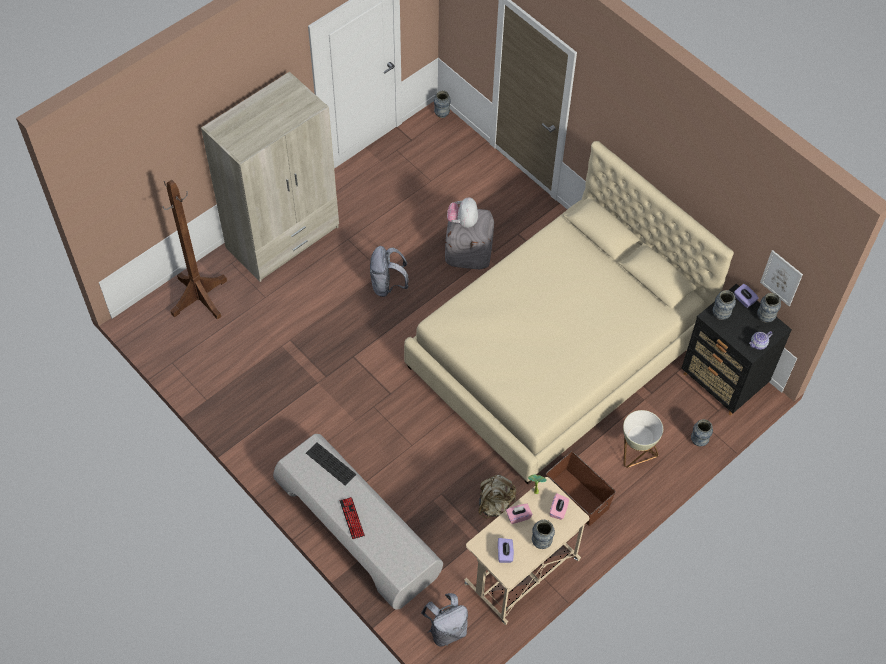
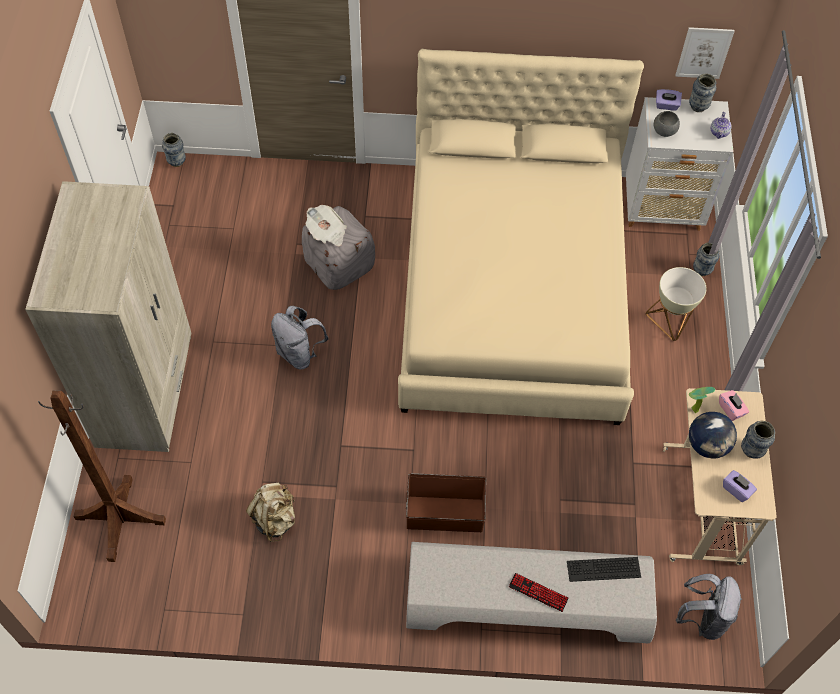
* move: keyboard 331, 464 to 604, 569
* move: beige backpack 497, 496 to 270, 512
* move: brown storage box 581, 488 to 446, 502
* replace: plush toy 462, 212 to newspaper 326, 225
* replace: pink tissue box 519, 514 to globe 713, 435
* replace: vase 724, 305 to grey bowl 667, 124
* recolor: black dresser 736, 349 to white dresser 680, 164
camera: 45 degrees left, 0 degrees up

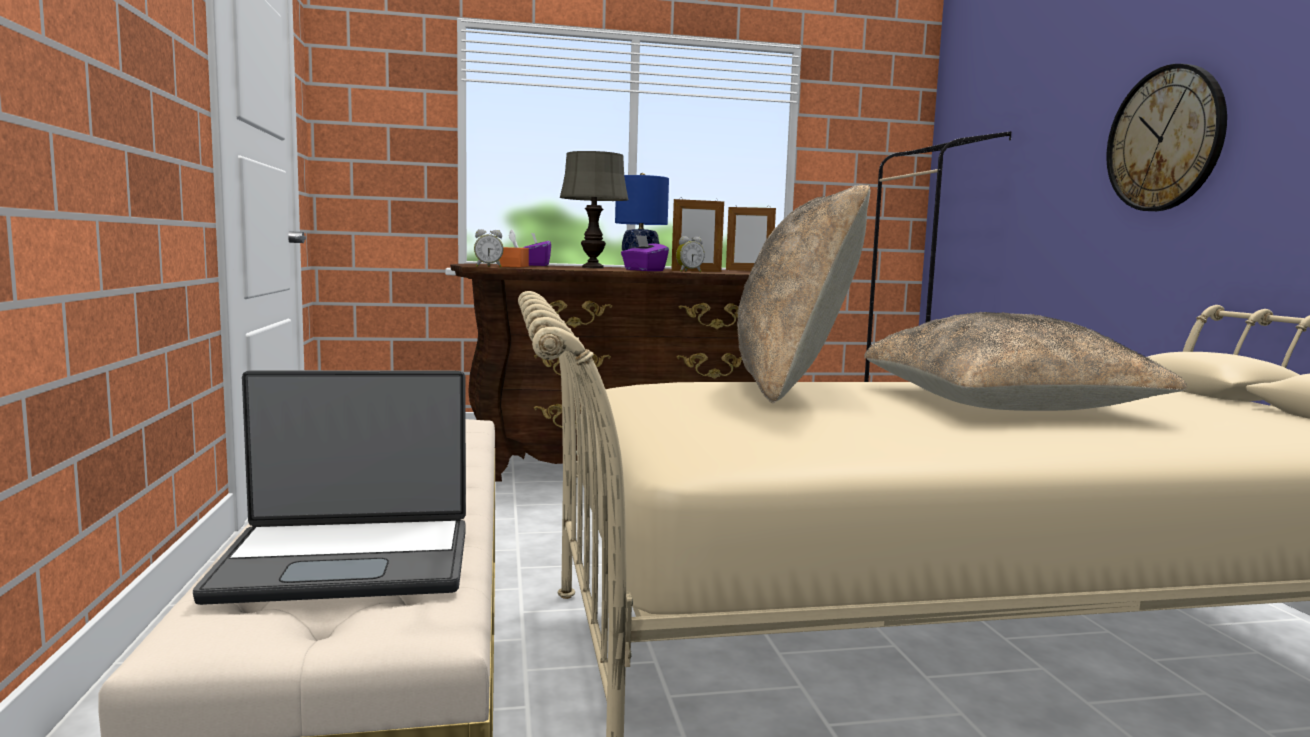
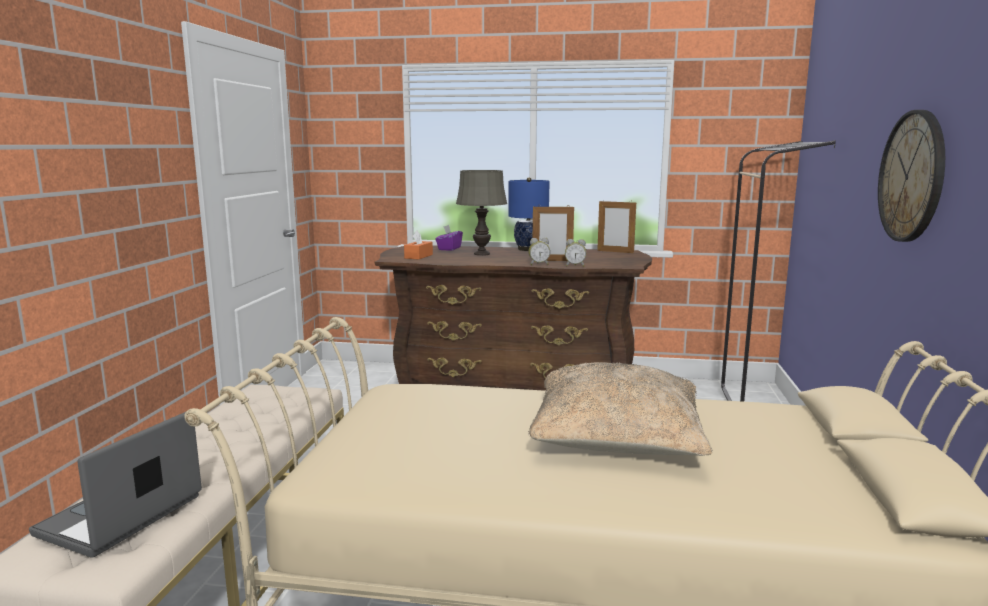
* delete: purple tissue box 645, 253
* delete: beige pillow 804, 294
* move: alarm clock 489, 248 to 575, 253
* rotate: laptop 329, 487 = 115, 485 105 degrees clockwise
camera: 20 degrees right, 5 degrees up

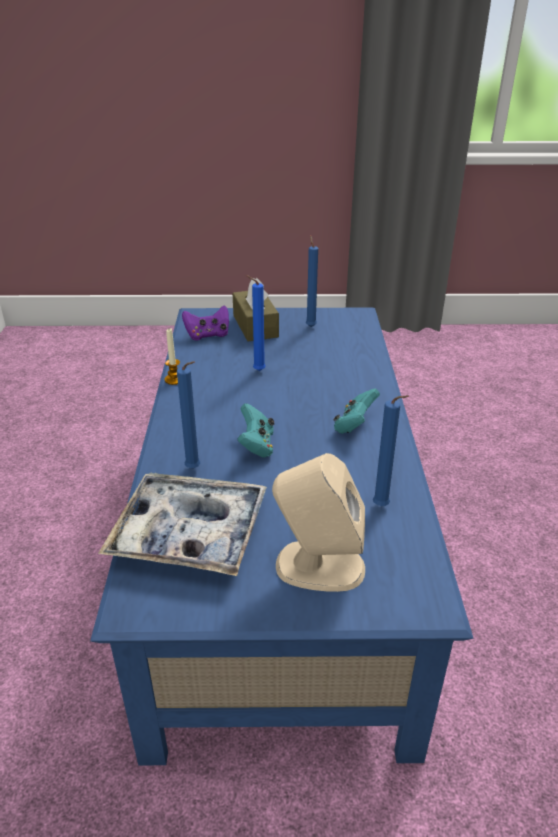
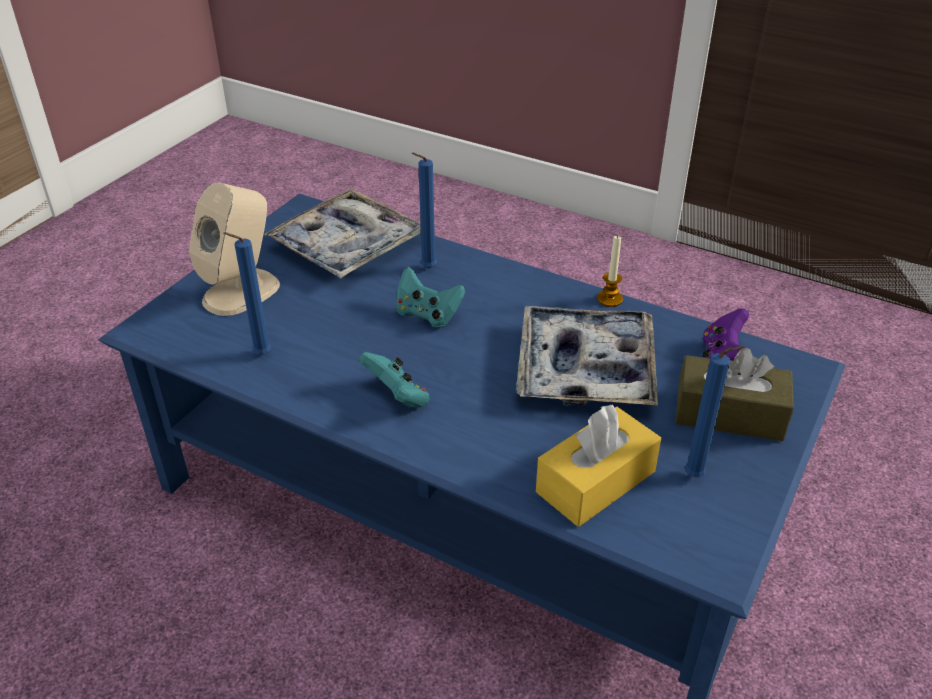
* insert: yellow tissue box 598, 466
* replace: blue candle 256, 323 to tray 587, 355
camera: 120 degrees right, 5 degrees up

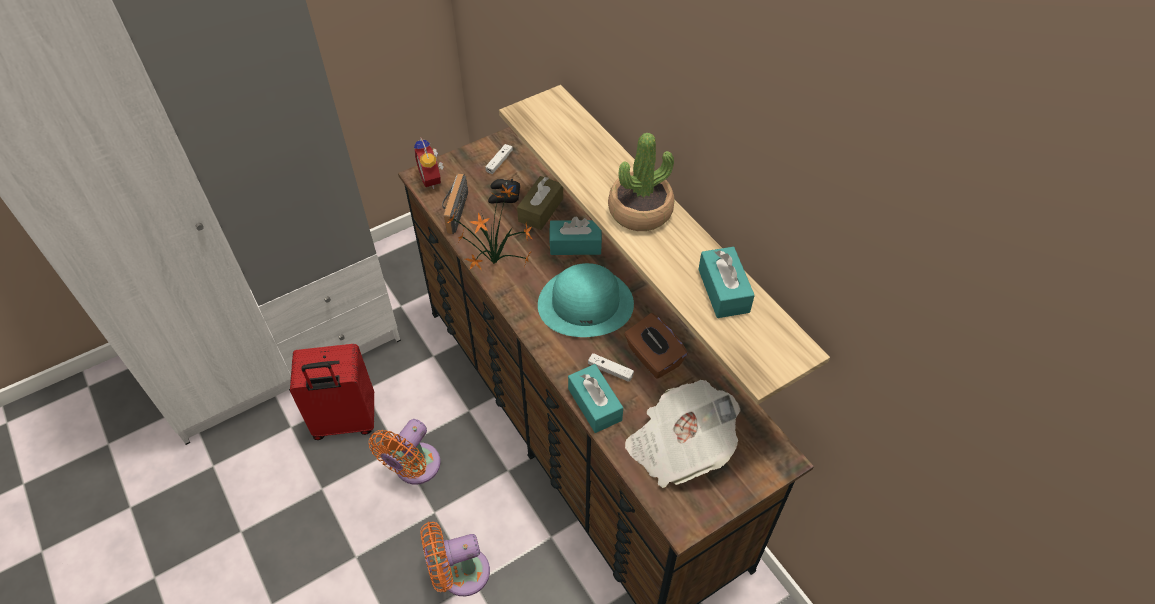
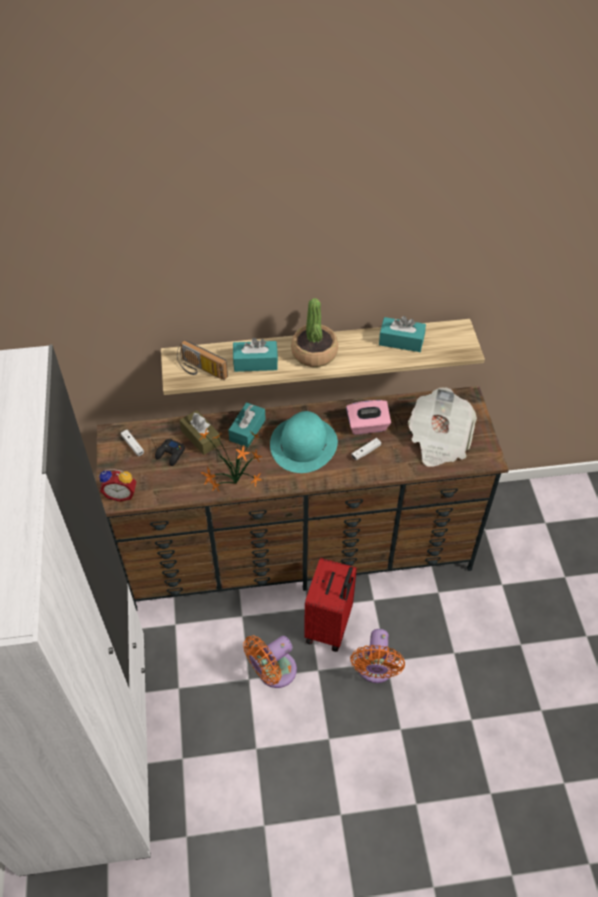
* move: red suitcase 332, 392 to 330, 605
* move: radio 455, 203 to 202, 360
* move: turquoise tissue box 595, 398 to 255, 355
* recolor: brown tissue box 656, 346 to pink tissue box 368, 417
* rotate: orange fan 405, 451 = 270, 661 90 degrees clockwise
camera: 65 degrees left, 0 degrees up

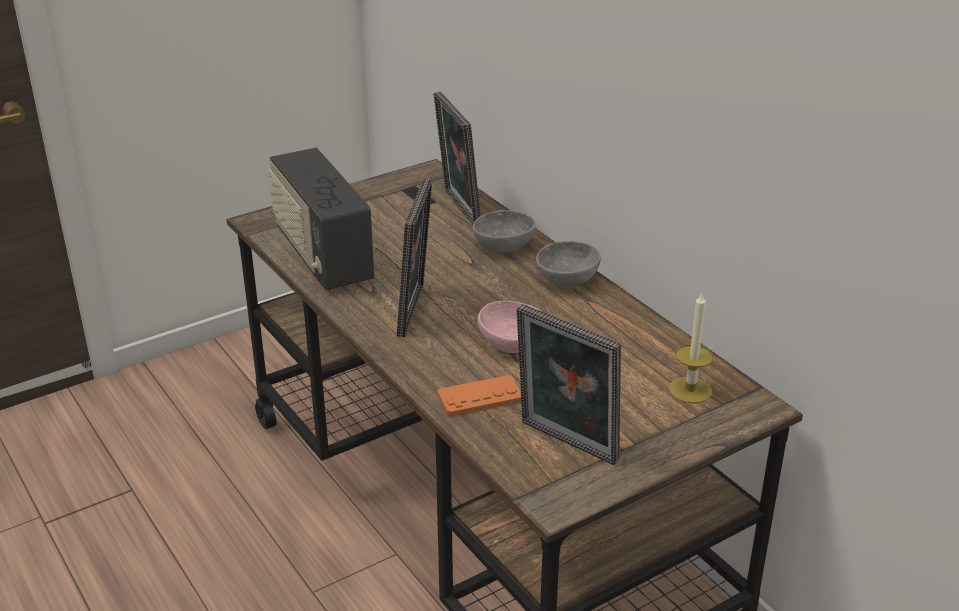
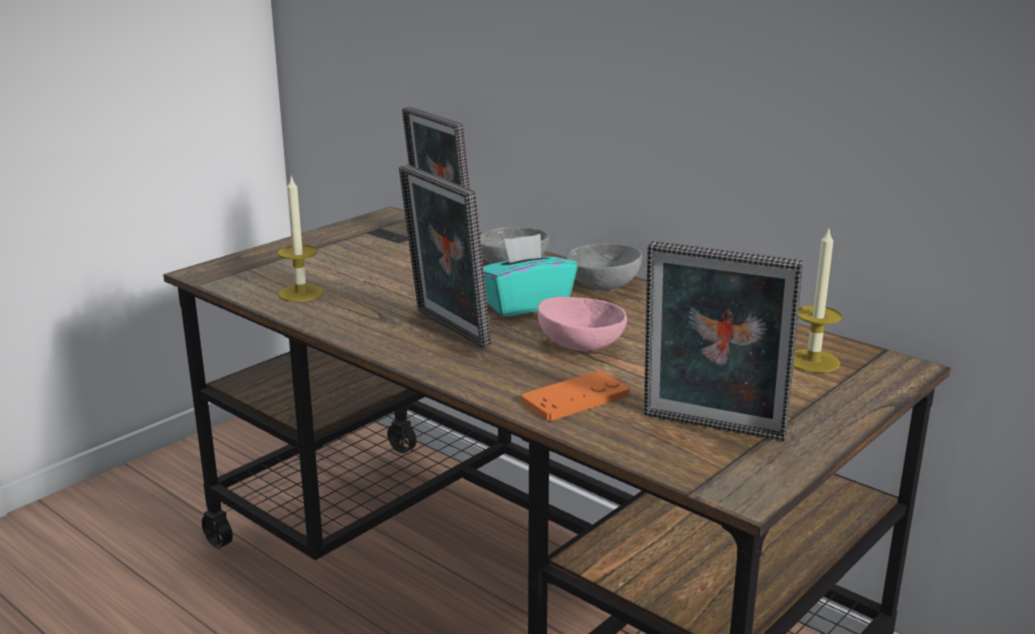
* insert: turquoise tissue box 530, 275
* replace: radio 321, 218 to candle 301, 238
* rotate: picture frame 415, 257 = 445, 256 150 degrees clockwise
camera: 15 degrees left, 10 degrees down

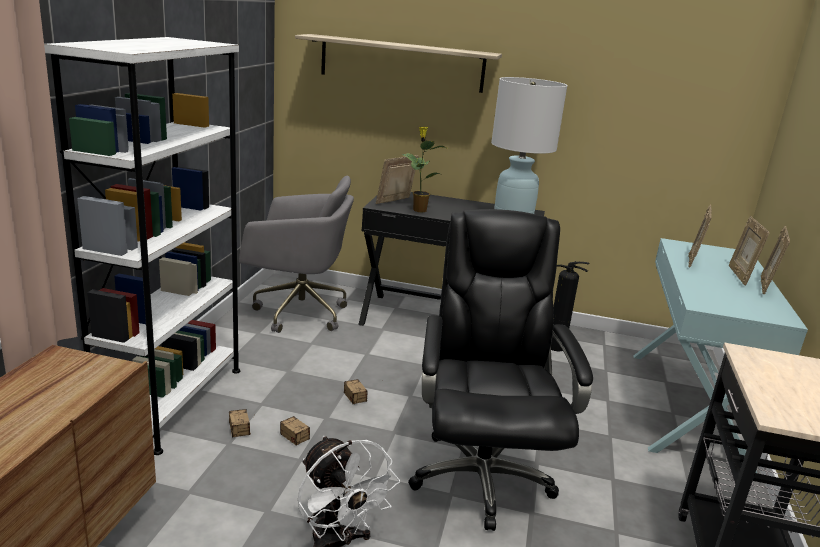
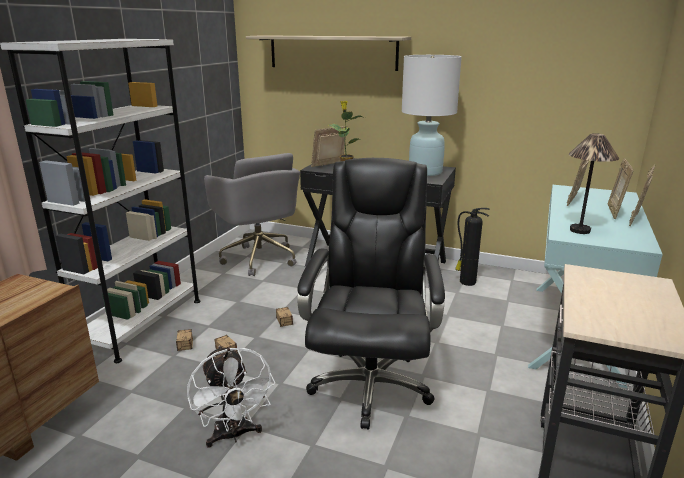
* insert: table lamp 594, 183
* rotate: grey office chair 296, 254 = 252, 214 45 degrees clockwise
camera: 10 degrees right, 0 degrees up

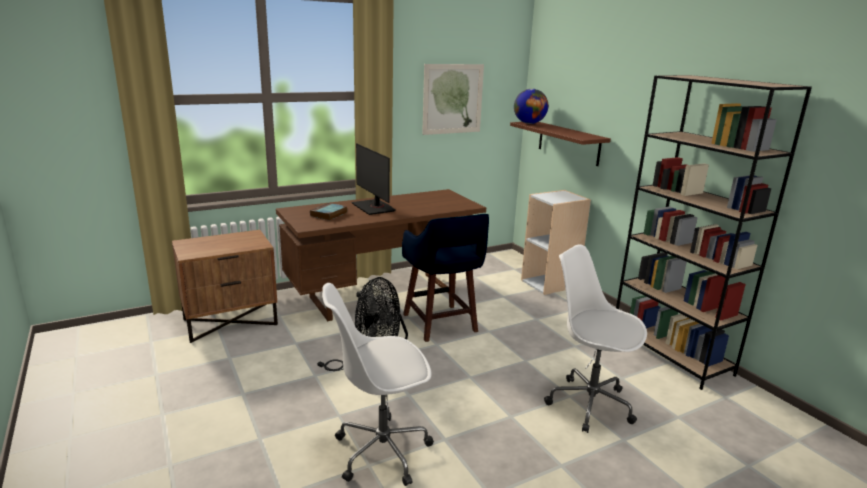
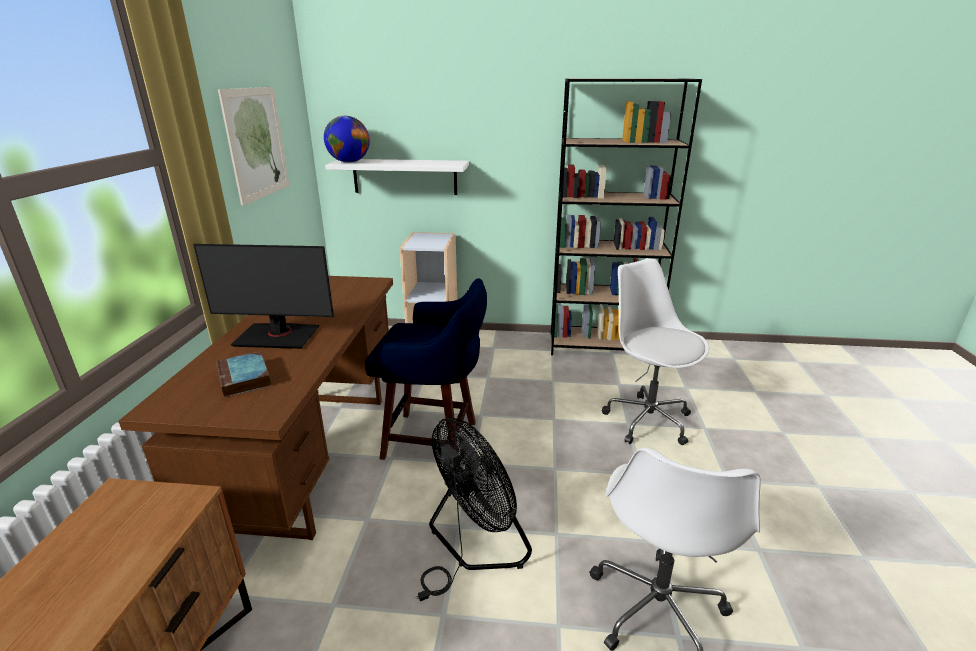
* recolor: brown shelf 560, 144 to white shelf 397, 177
* rotate: white office chair 595, 339 = 655, 351 75 degrees clockwise
camera: 55 degrees left, 5 degrees up

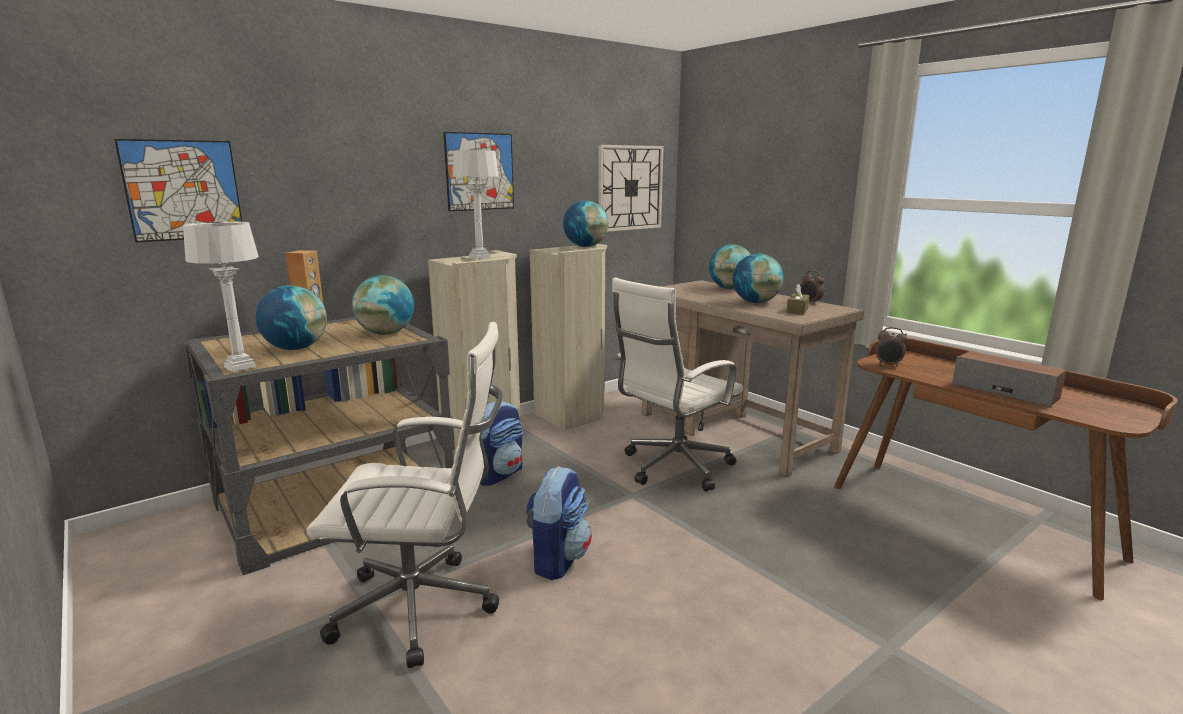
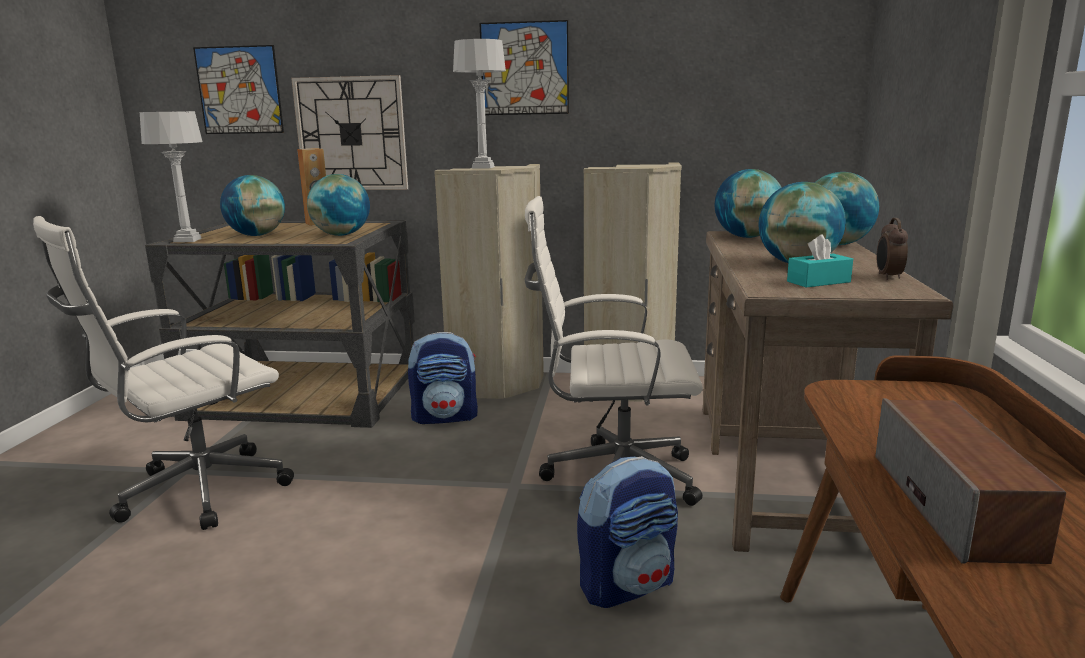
* delete: alarm clock 891, 347
* move: backpack 559, 523 to 627, 532
* move: globe 585, 224 to 748, 203
* move: wall clock 631, 188 to 349, 132
* recolor: brown tissue box 798, 299 to turquoise tissue box 820, 261
* rotate: white office chair 404, 495 = 163, 373 90 degrees clockwise
camera: 45 degrees right, 0 degrees up

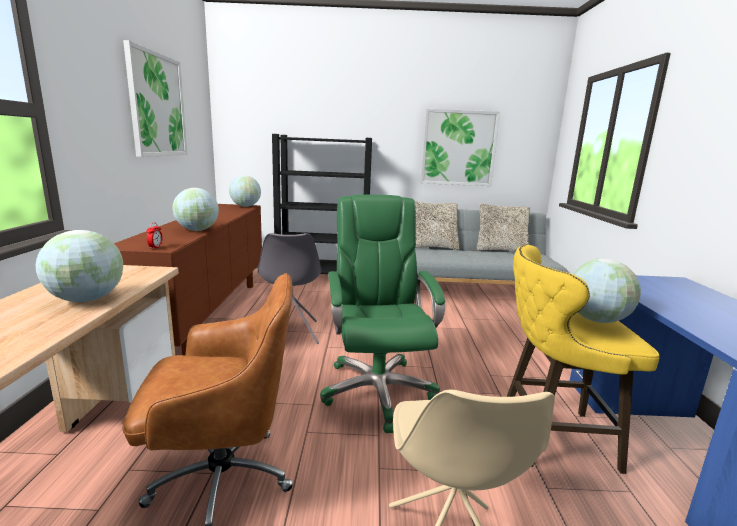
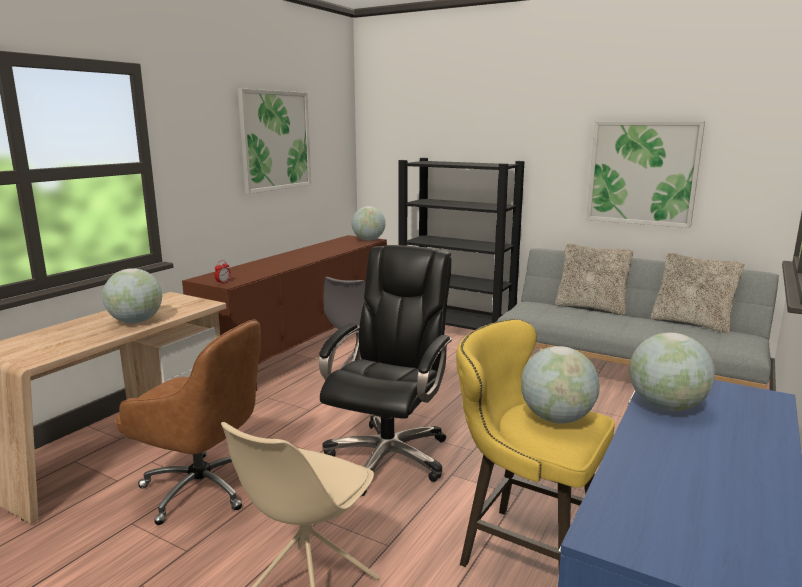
* move: globe 195, 209 to 672, 372
* recolor: green office chair 382, 313 to black office chair 385, 370
camera: 30 degrees right, 0 degrees up

